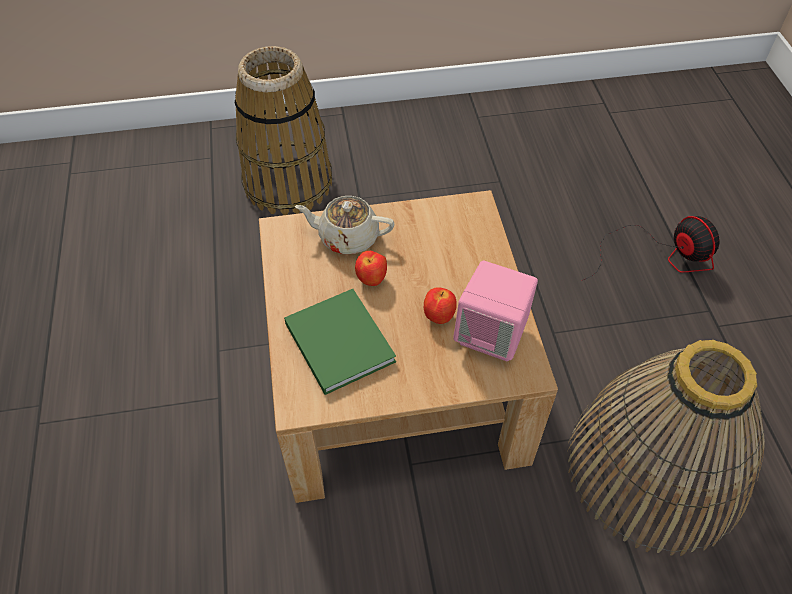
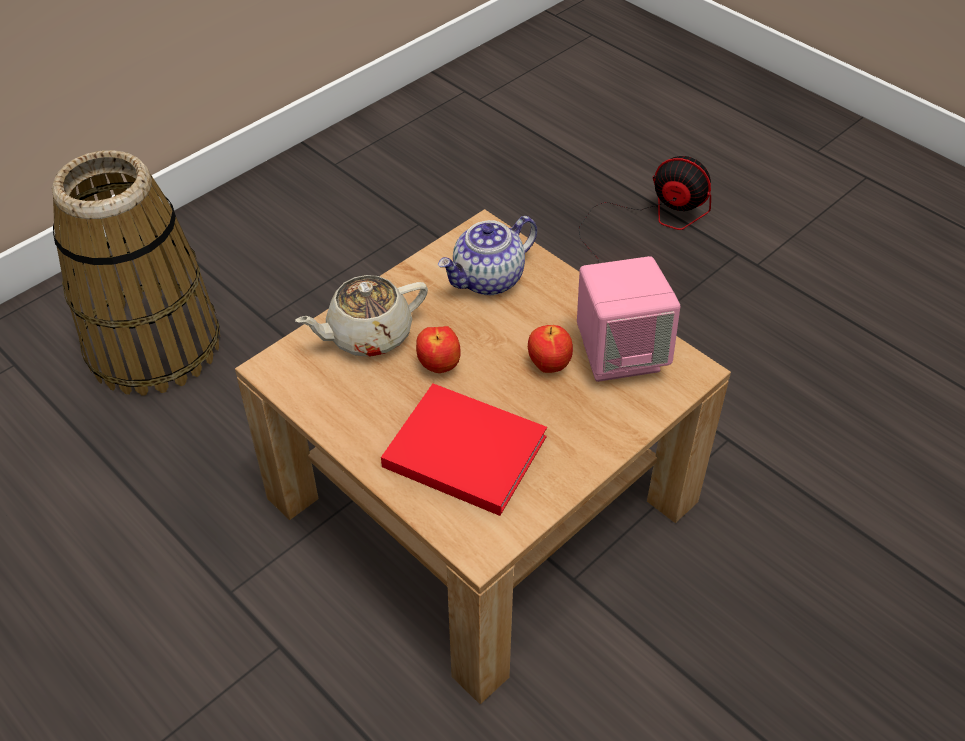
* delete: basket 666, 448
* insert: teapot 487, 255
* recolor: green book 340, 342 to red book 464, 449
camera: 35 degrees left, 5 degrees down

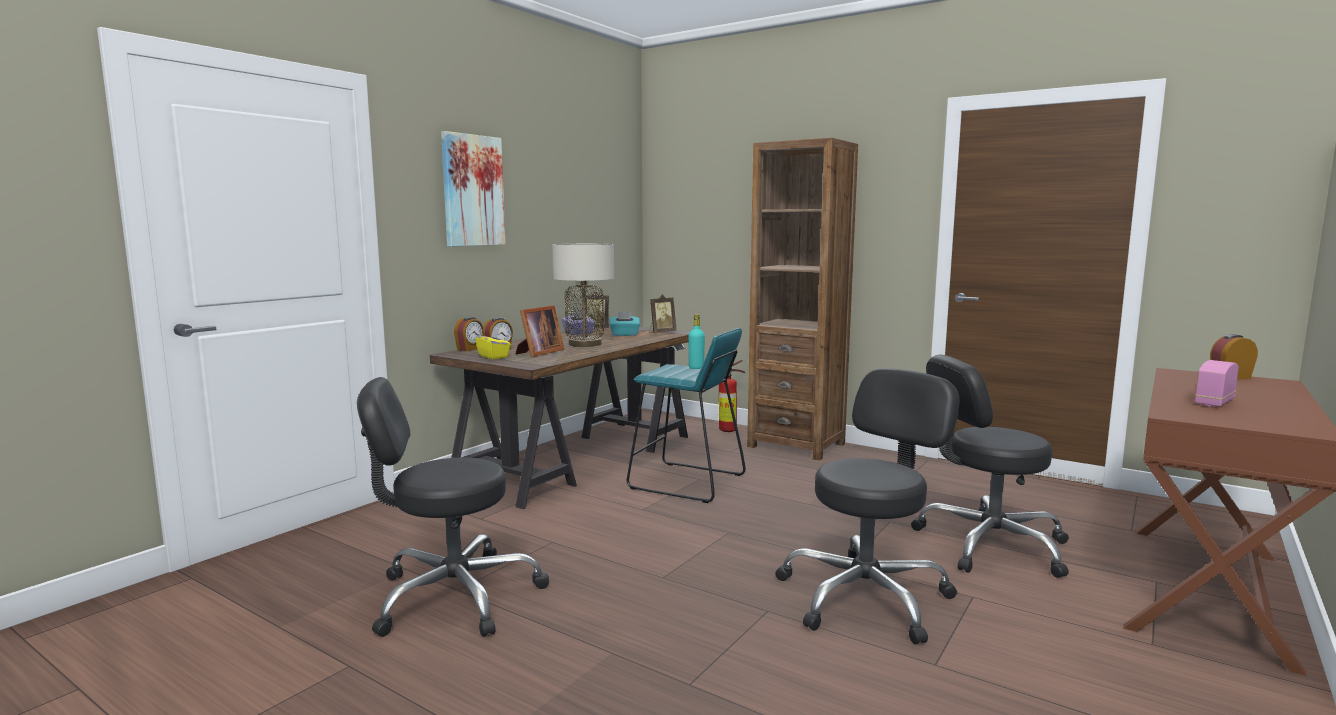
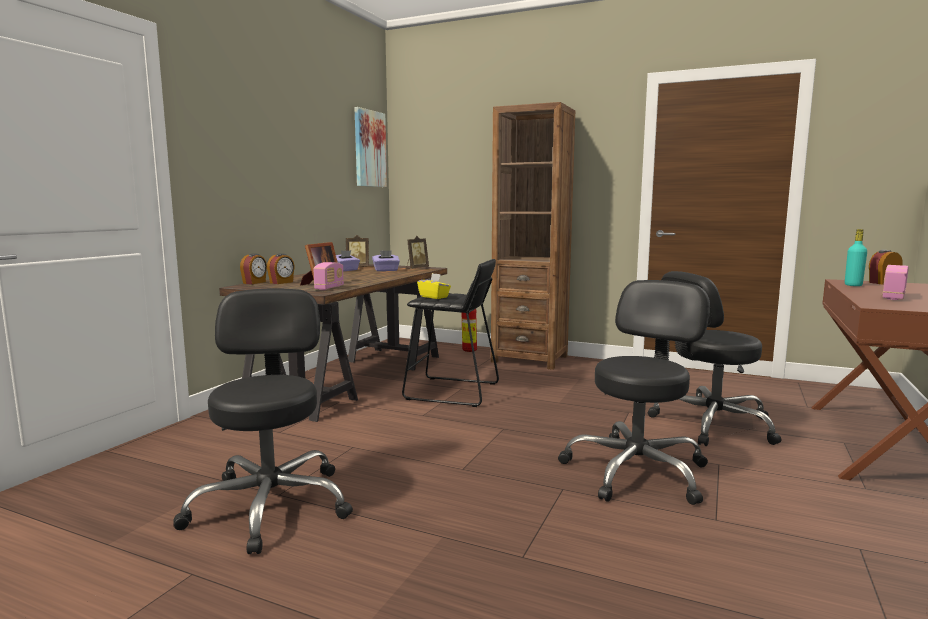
* delete: table lamp 583, 295
* insert: radio 328, 276
* move: picture 473, 189 to 370, 147
* move: yellow tissue box 493, 343 to 434, 286
* move: turquoise bottle 697, 341 to 856, 257
* recolor: turquoise tissue box 624, 324 to purple tissue box 386, 261
* recolor: turquoise stool 686, 415 to black stool 450, 333
* rotate: black office chair 453, 507 = 263, 421 105 degrees clockwise
camera: 10 degrees left, 0 degrees up

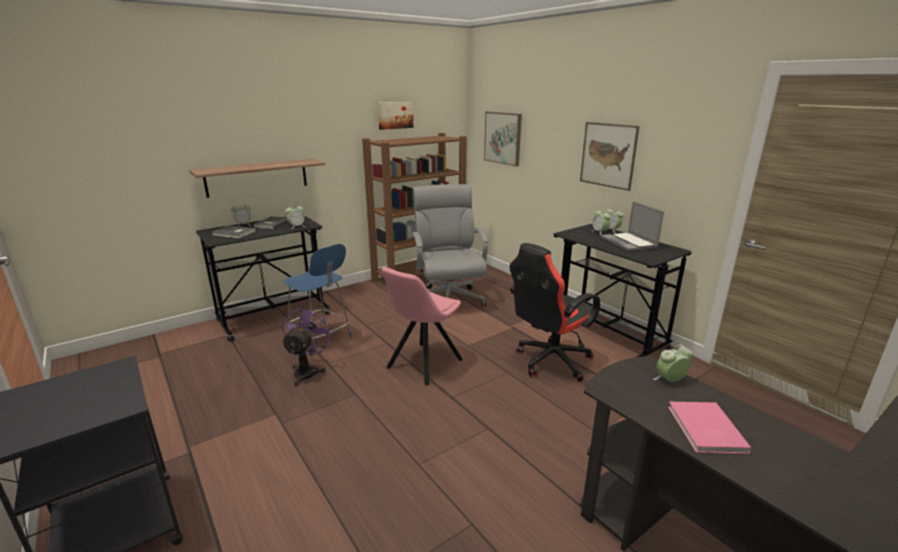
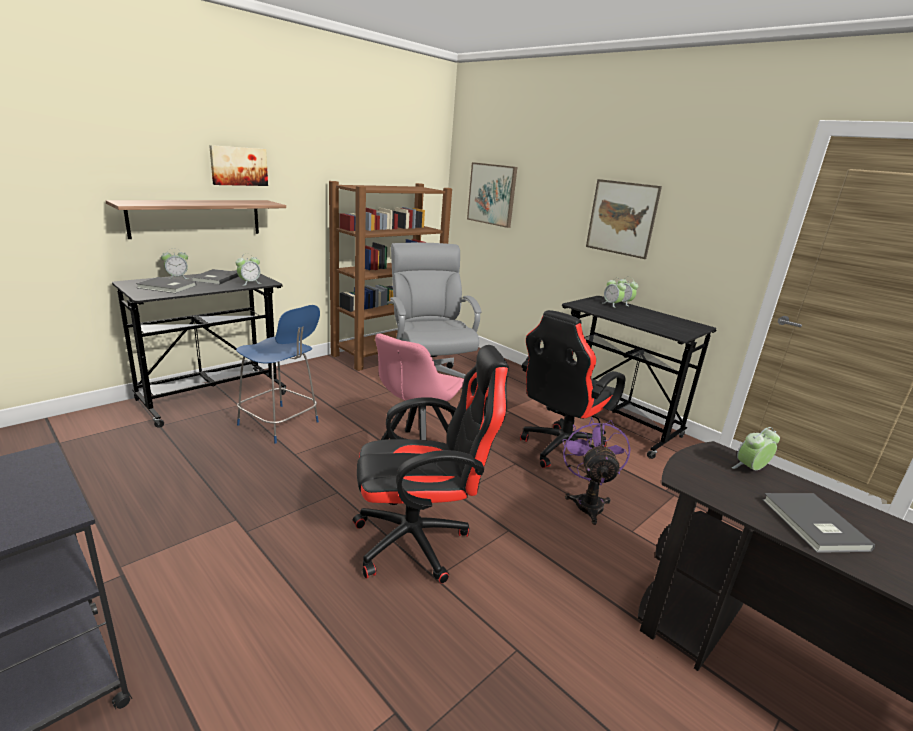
* delete: laptop 632, 226
* insert: black office chair 431, 464
* move: purple fan 308, 345 to 596, 471
* move: picture 395, 116 to 238, 165
* recolor: pink book 709, 428 to grey book 818, 523
camera: 10 degrees left, 0 degrees up

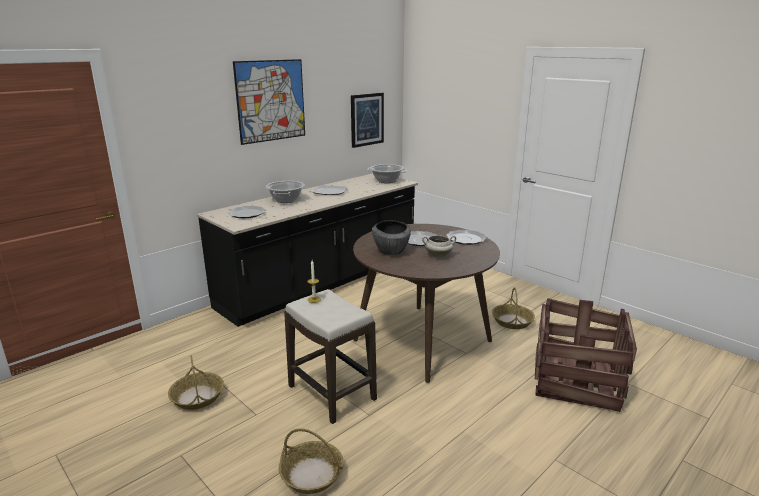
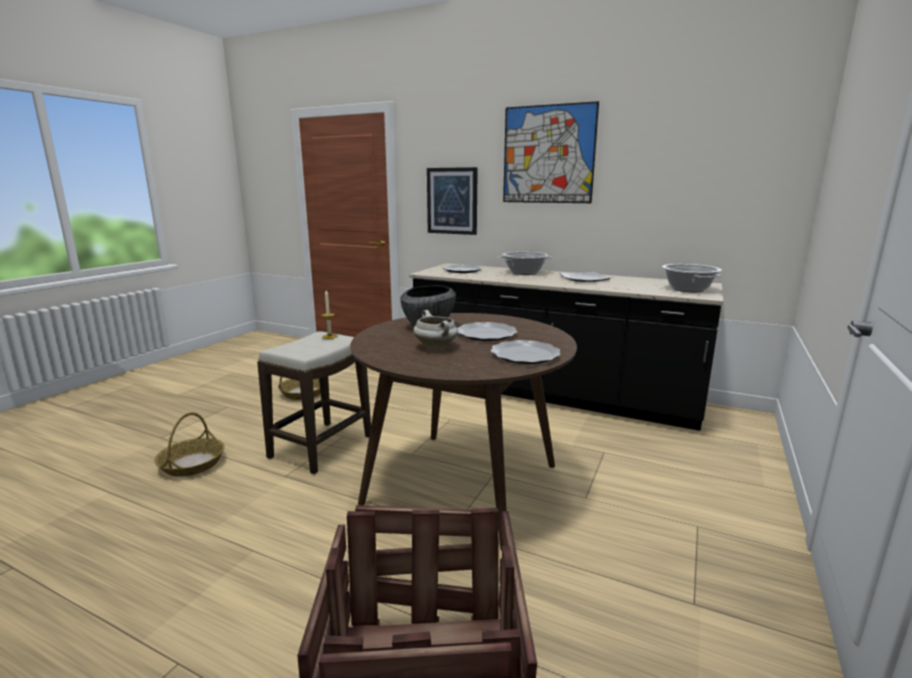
* delete: basket 513, 308
* move: picture 367, 120 to 452, 201
camera: 70 degrees right, 5 degrees down

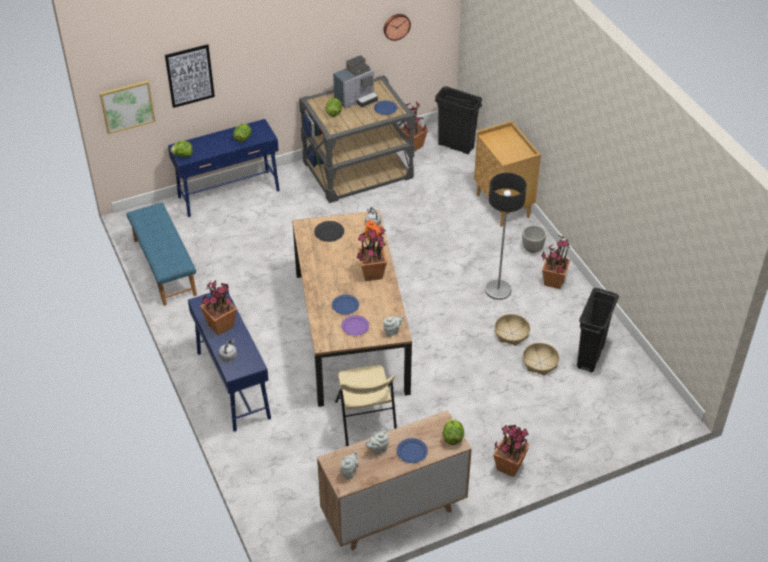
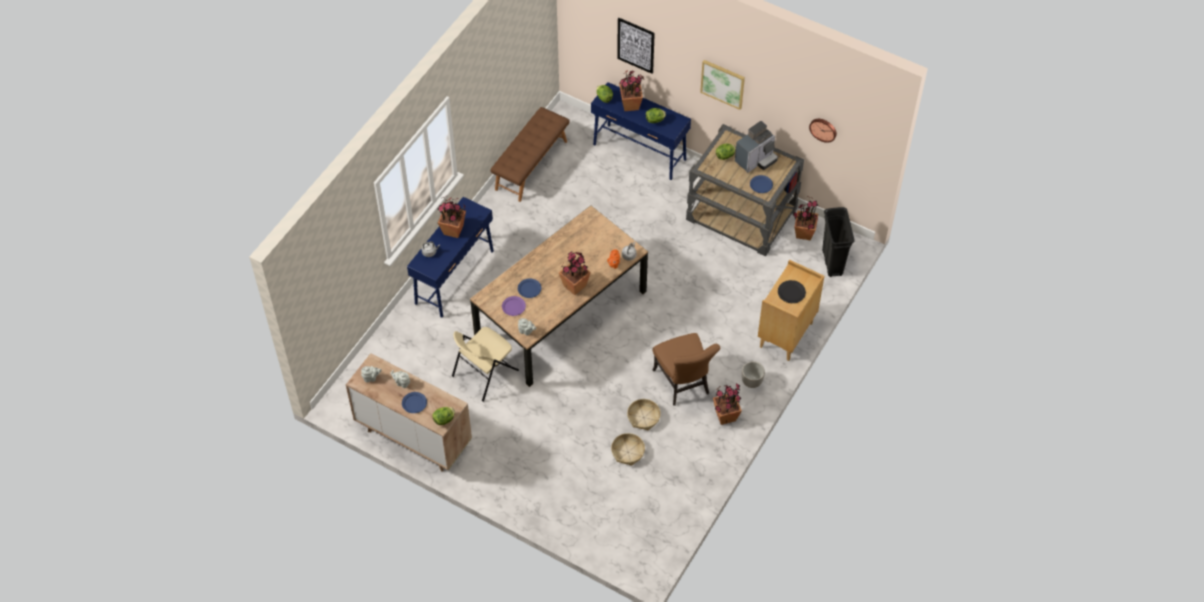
* delete: black trash can 598, 330
* move: picture 127, 107 to 722, 85
* move: black plate 329, 231 to 792, 291
* move: potted plant 511, 451 to 631, 90
* replace: floor lamp 506, 236 to brown chair 686, 369
* recolor: blue bench 161, 254 to brown bench 530, 154
* rotate: coffee machine 355, 81 = 756, 147 60 degrees counterclockwise
camera: 55 degrees right, 10 degrees up

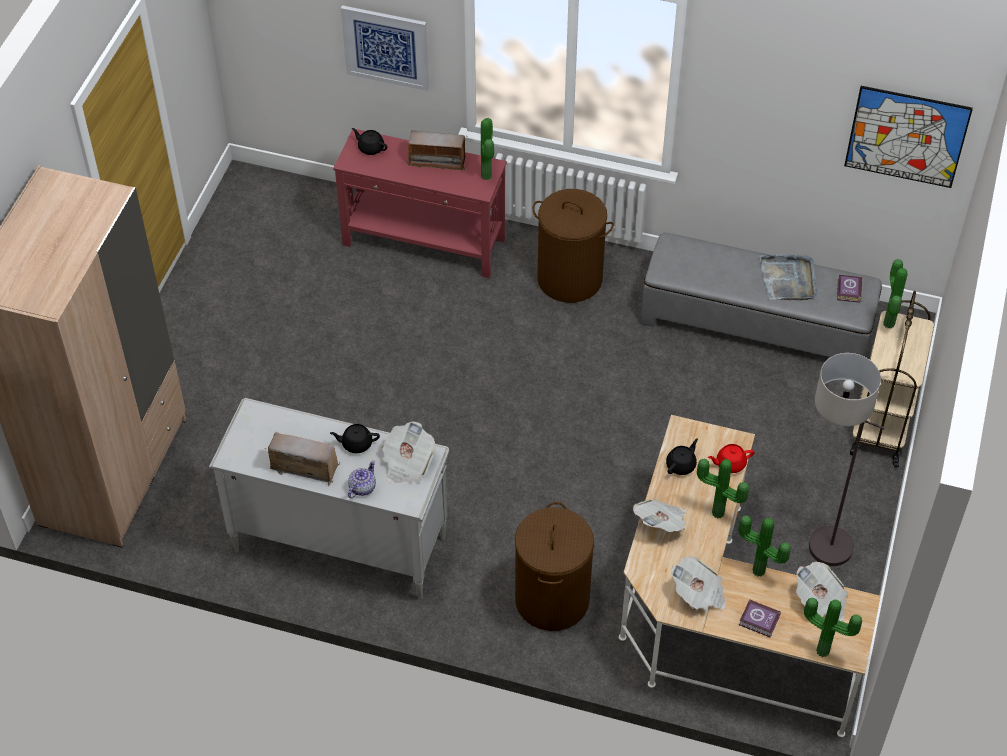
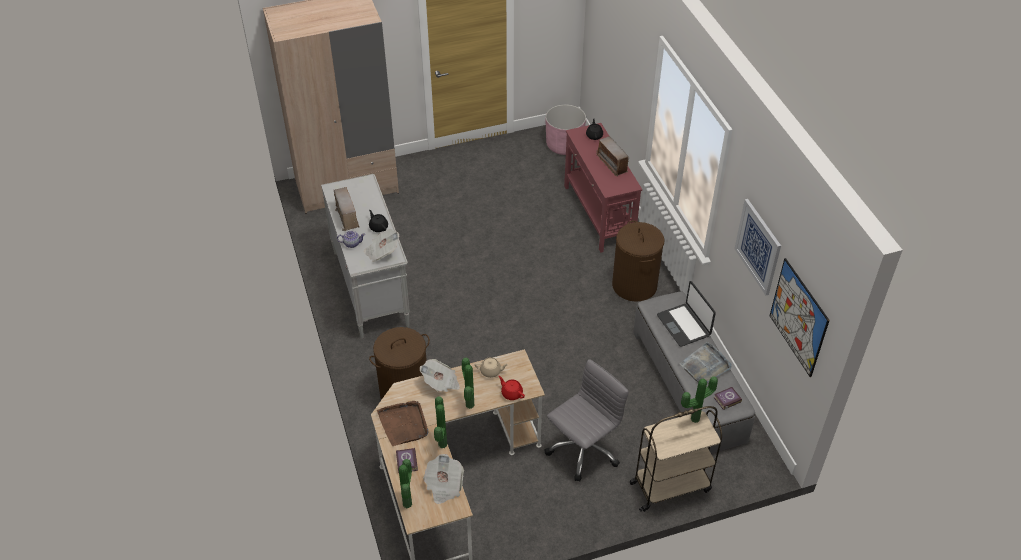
* delete: potted plant 487, 149
* delete: grey floor lamp 847, 459
* insert: pink planter 565, 129
* insert: grey office chair 587, 420
* insert: laptop 686, 314
* move: picture 385, 48 to 757, 247
* replace: newspaper 698, 583 to brown tray 403, 423
* recolor: black teapot 682, 456 to beige teapot 492, 367
camera: 55 degrees right, 5 degrees down

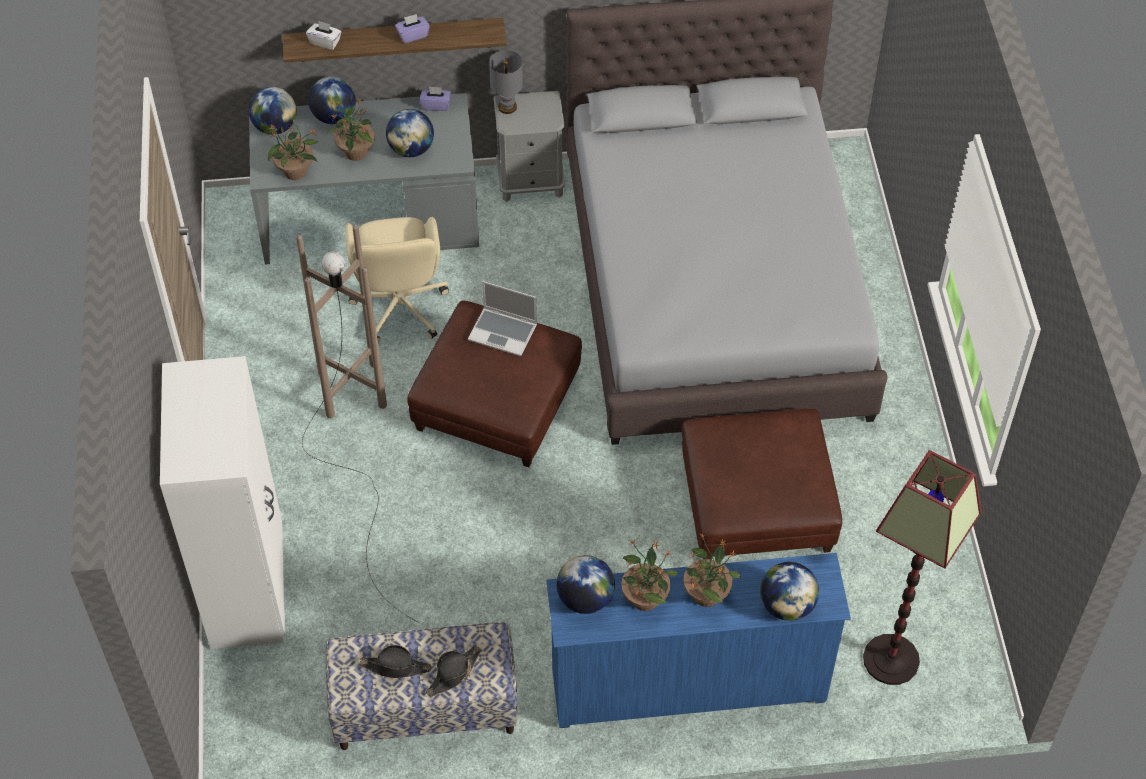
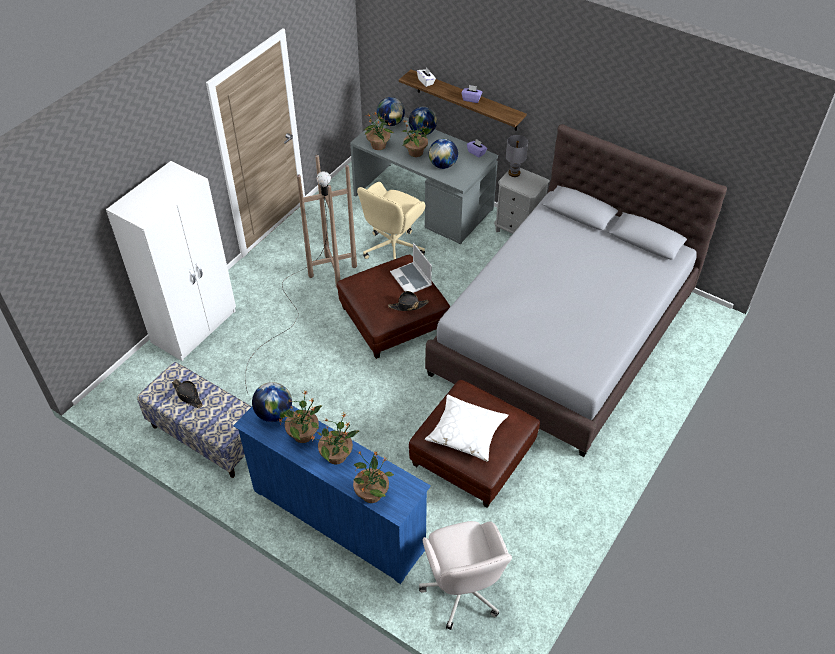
* insert: white pillow 467, 428
* move: black hat 453, 671 to 408, 301
* replace: globe 789, 591 to potted plant 373, 477
* replace: floor lamp 922, 567 to white office chair 465, 575
camera: 40 degrees right, 5 degrees down

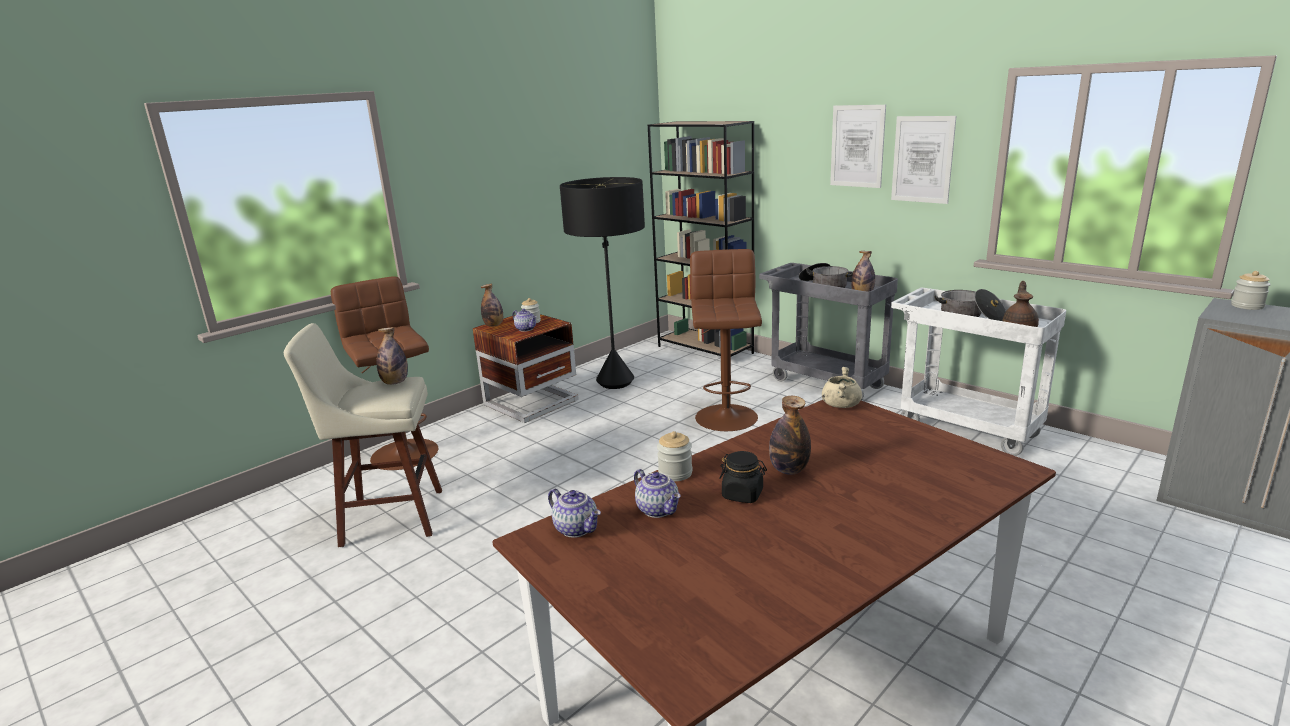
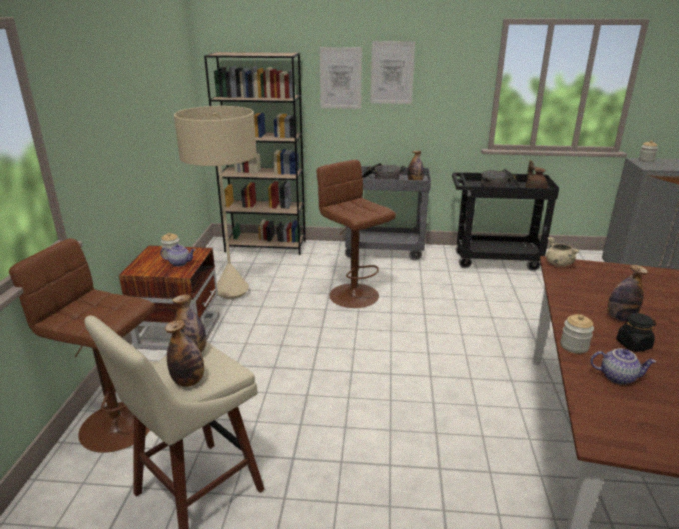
* delete: teapot 574, 513
* move: bottle 492, 305 to 184, 353
* move: picture 924, 160 to 341, 78
* recolor: black floor lamp 602, 283 to beige floor lamp 215, 202
* recolor: white cart 978, 372 to black cart 505, 221
camera: 40 degrees left, 5 degrees up

